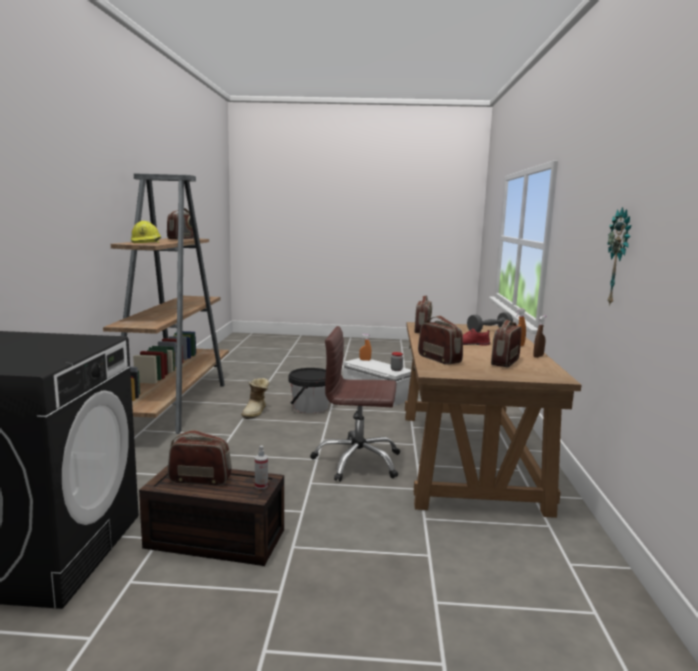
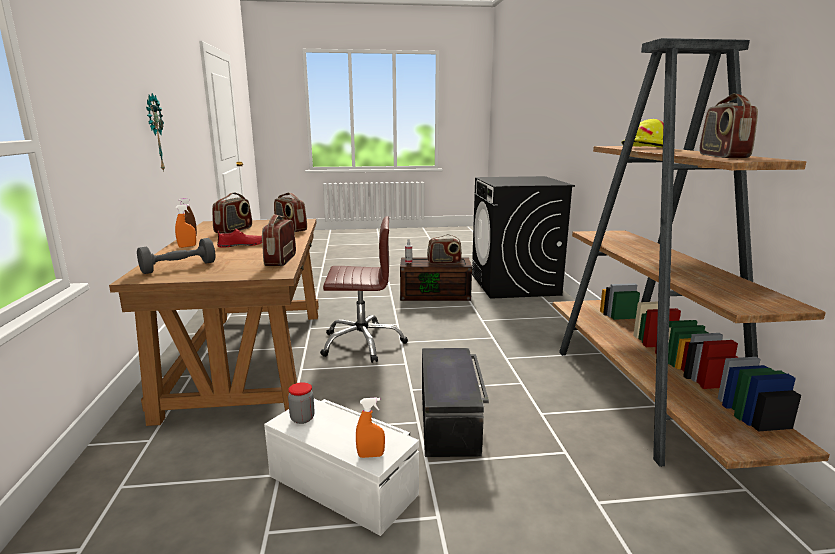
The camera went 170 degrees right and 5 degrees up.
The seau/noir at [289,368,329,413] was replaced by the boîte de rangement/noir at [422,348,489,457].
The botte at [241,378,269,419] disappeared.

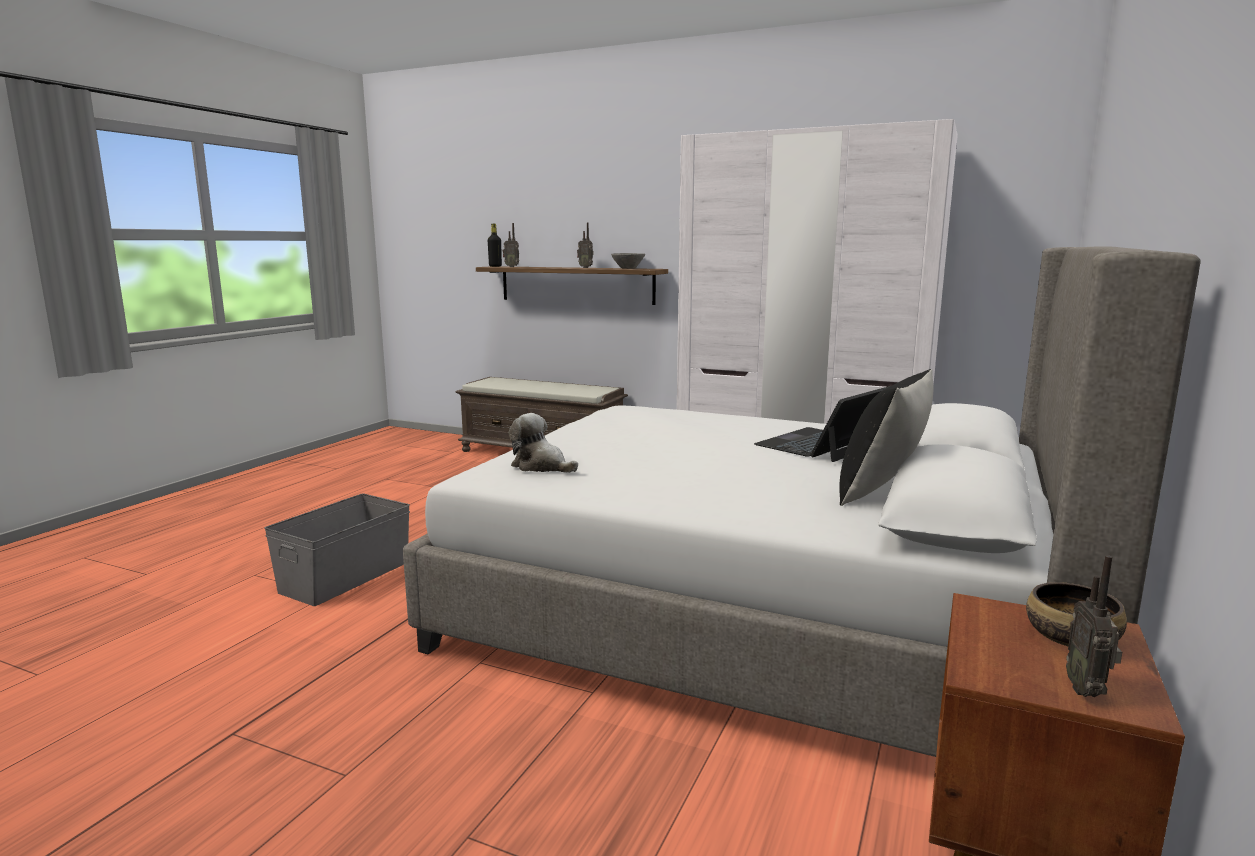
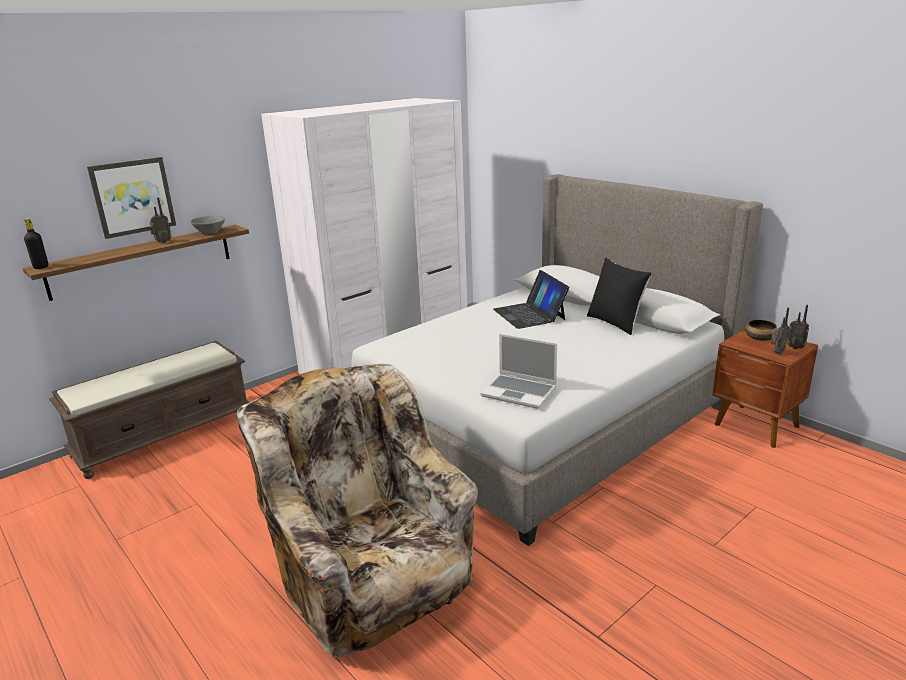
The camera went 65 degrees left and 10 degrees up.
The radio moved from [503,223,519,267] to [771,308,789,354].
The peluche at [509,413,578,473] was replaced by the ordinateur portable at [481,334,557,409].
The boîte de rangement/gris at [264,494,410,606] was replaced by the fauteuil/beige at [237,364,478,659].
The tableau at [87,157,176,239] appeared.

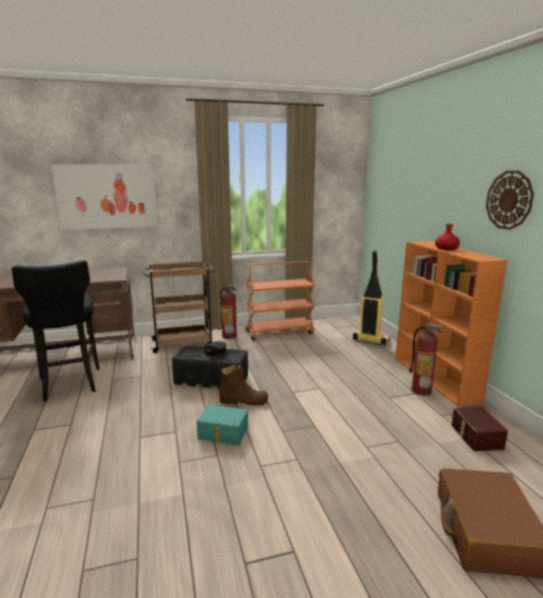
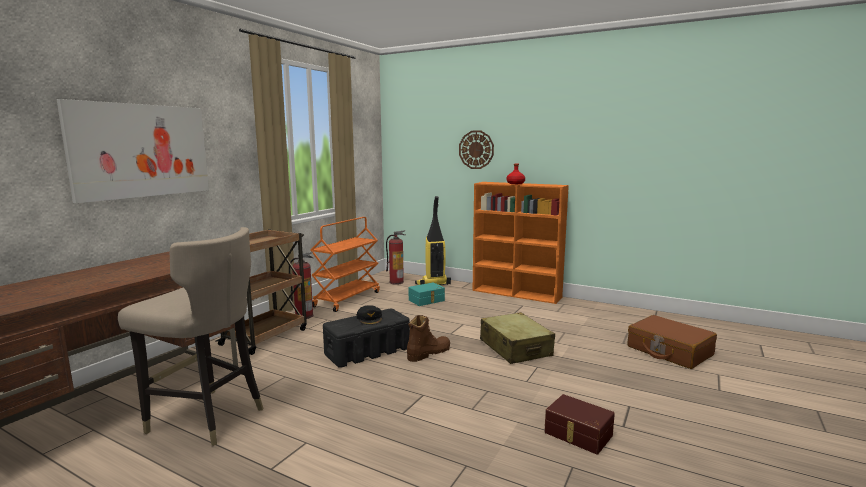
The camera went 45 degrees left and 5 degrees down.
The horloge murale moved from [486,171,534,230] to [459,131,494,169].
The tabouret/noir at [12,260,100,401] became the tabouret/beige at [118,227,264,446].
The extincteur moved from [409,324,444,395] to [386,230,406,285].
The boîte de rangement/turquoise moved from [197,405,248,445] to [409,282,445,306].
The boîte de rangement/marron moved from [452,407,508,451] to [545,394,615,455].
The valise/beige at [480,312,555,364] appeared.

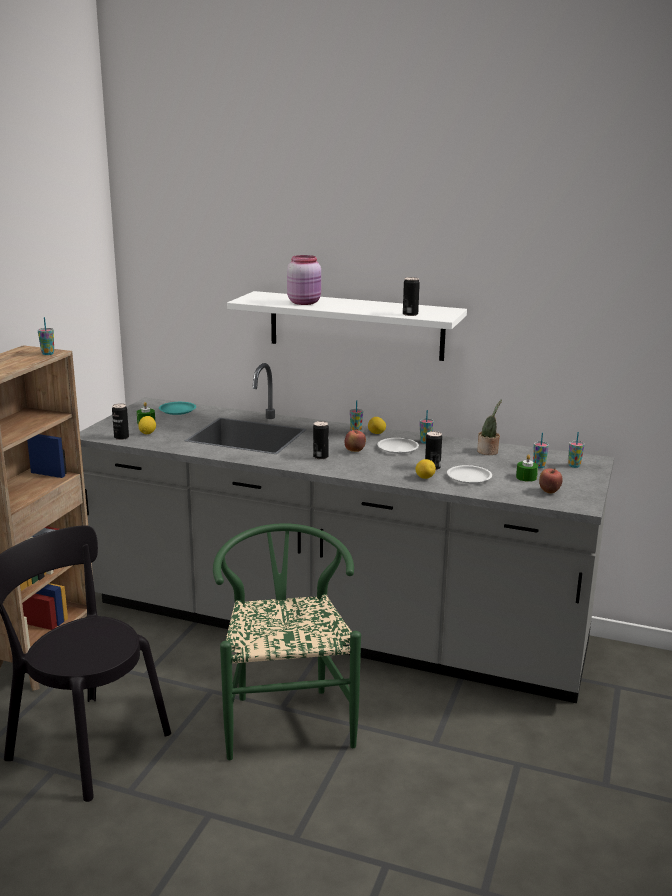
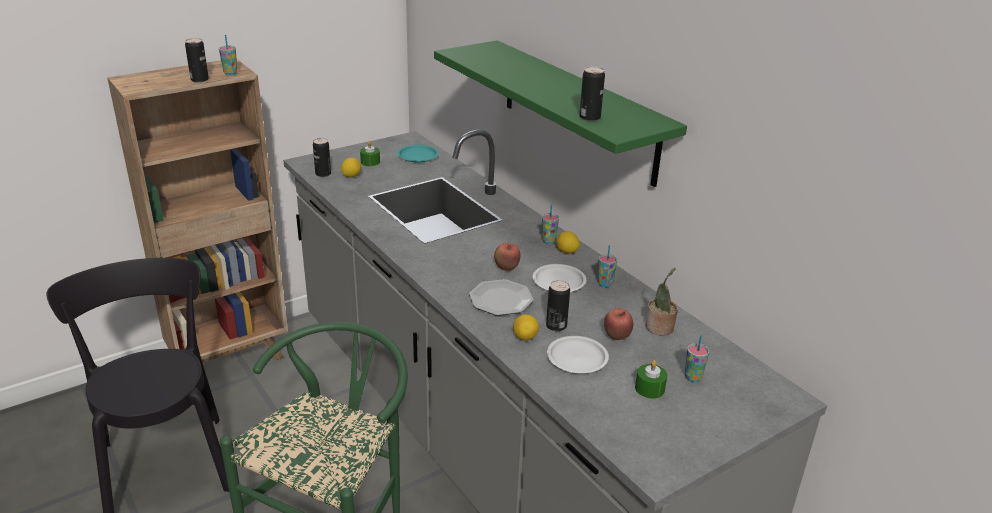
The camera went 35 degrees right and 10 degrees up.
The bocal/rose at [287,255,321,305] disappeared.
The étagère/blanc at [227,291,467,361] became the étagère/vert at [434,40,687,187].
The boîte métallique moved from [313,421,329,459] to [185,38,209,83].
The tasse at [568,432,585,468] disappeared.
The pomme moved from [539,468,563,494] to [604,308,633,340].
The assiette at [469,279,534,316] appeared.

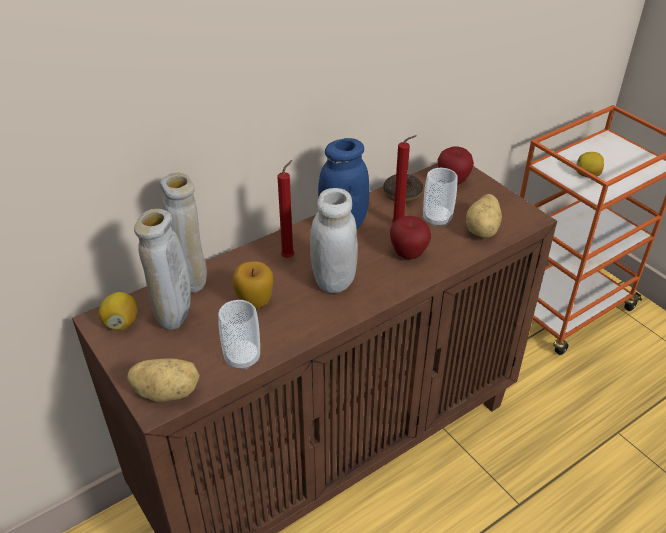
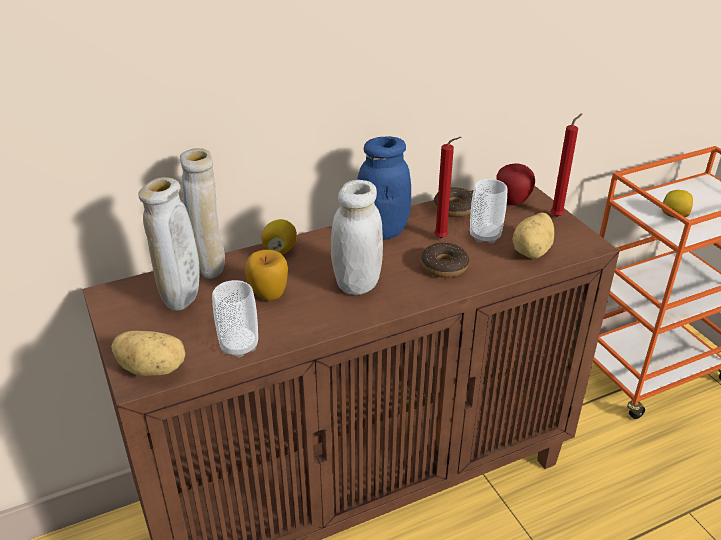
The camera went 10 degrees right and 5 degrees down.
The bougie/rouge moved from [277,160,295,258] to [551,113,583,217].
The pomme at [390,216,431,259] was replaced by the beignet at [421,242,469,278].
The citron moved from [99,292,137,330] to [261,219,297,254].

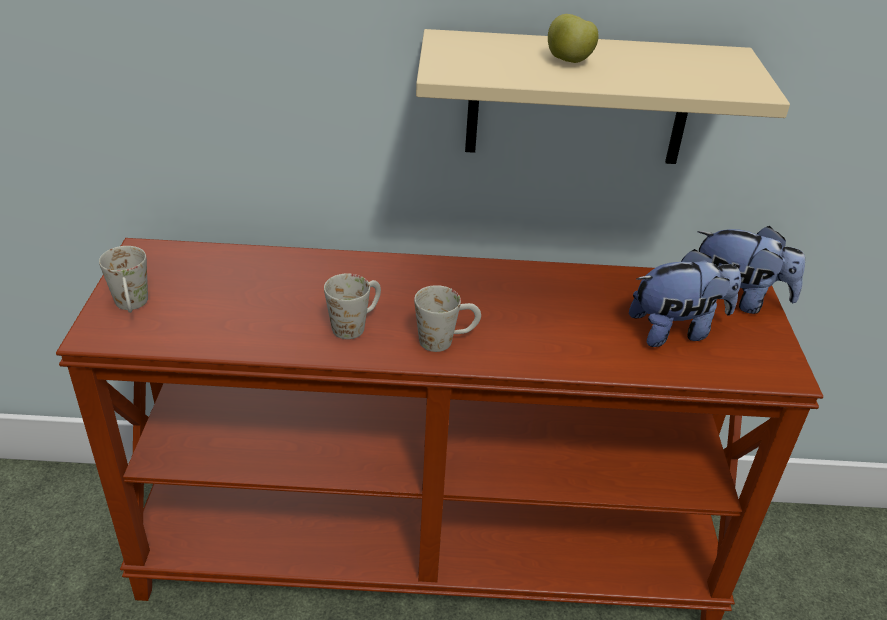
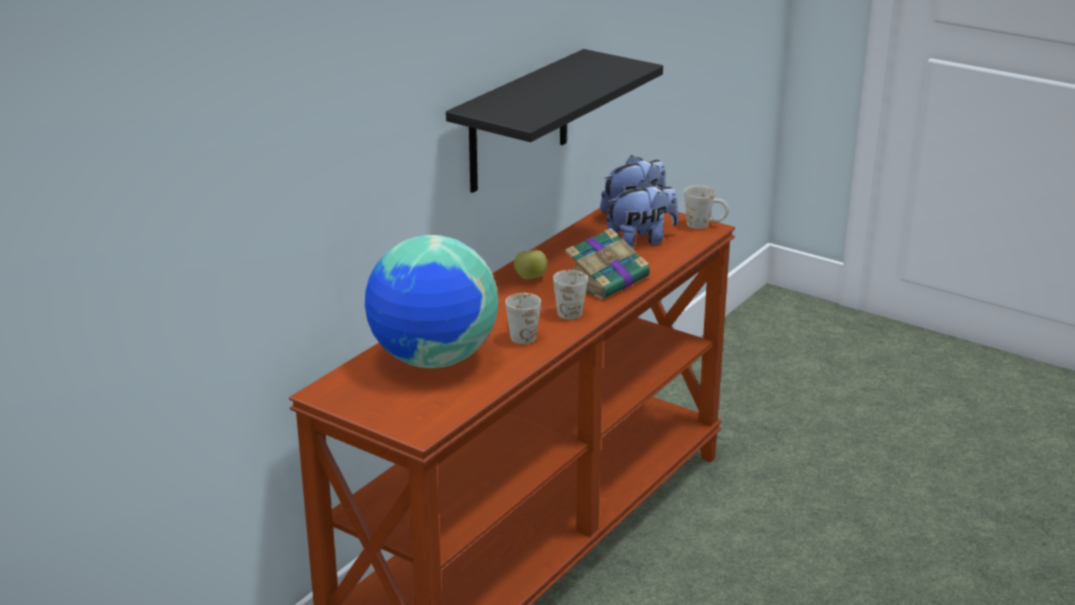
The camera went 55 degrees left and 10 degrees down.
The pomme moved from [548,14,599,63] to [514,250,547,280].
The étagère/beige at [416,29,790,164] became the étagère/noir at [446,49,663,193].
The mug/blanc moved from [99,246,148,313] to [684,186,729,229].
The peluche at [629,249,741,347] turned 45 degrees clockwise.
The livre at [565,228,650,300] appeared.
The globe at [365,235,498,368] appeared.

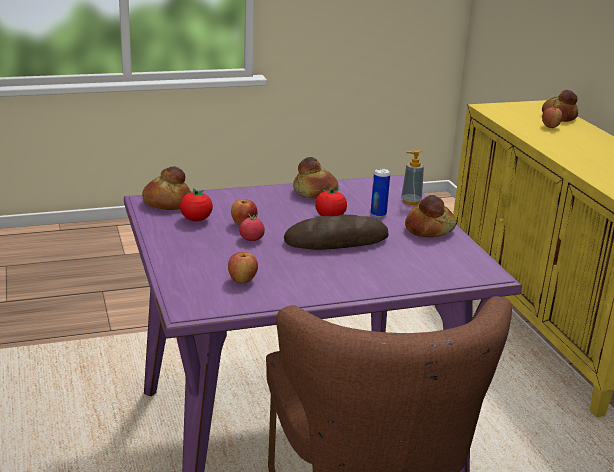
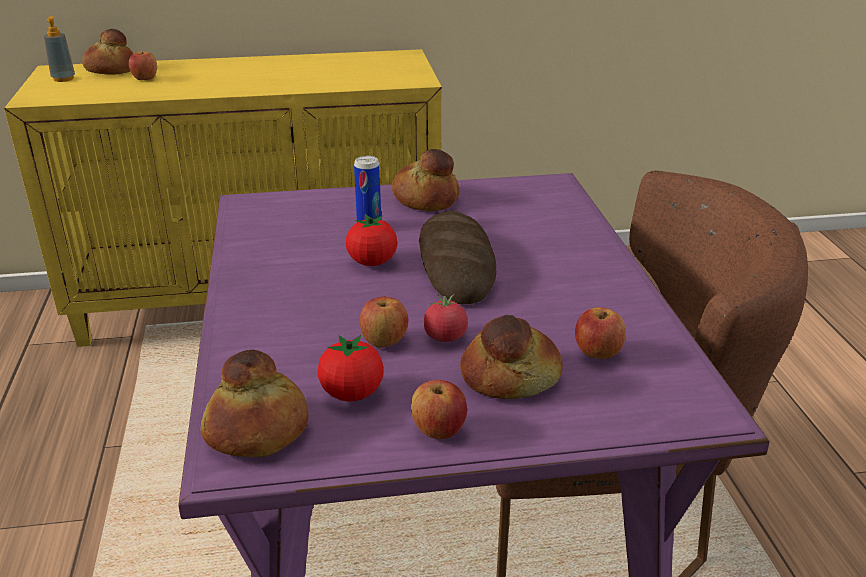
The camera went 80 degrees left and 5 degrees up.
The distributeur de savon moved from [401,150,424,205] to [44,16,75,82].
The pain moved from [293,157,338,198] to [460,315,563,399].
The pomme at [411,380,467,439] appeared.

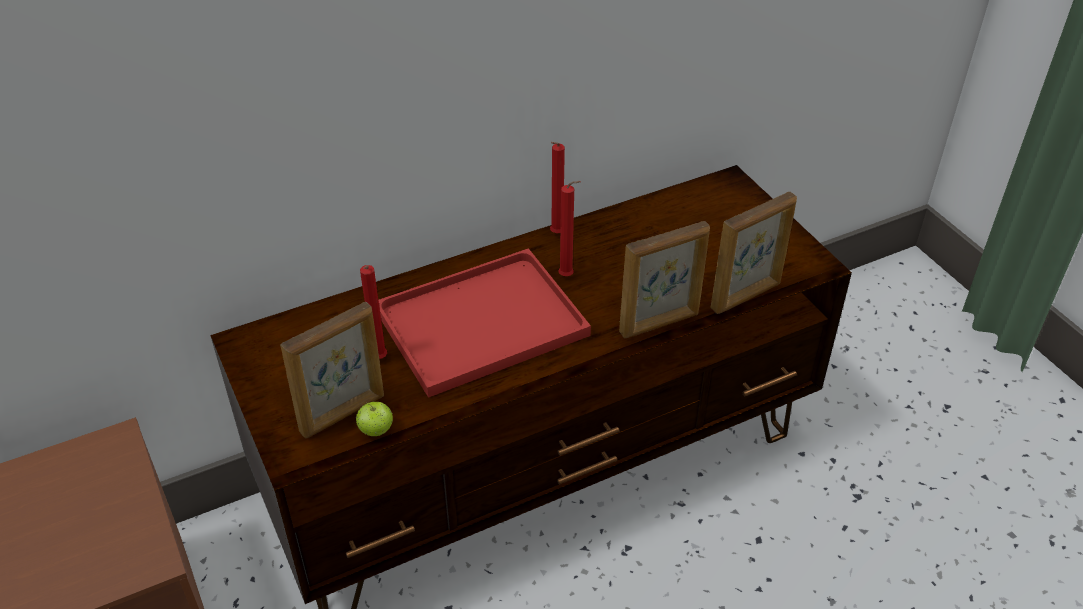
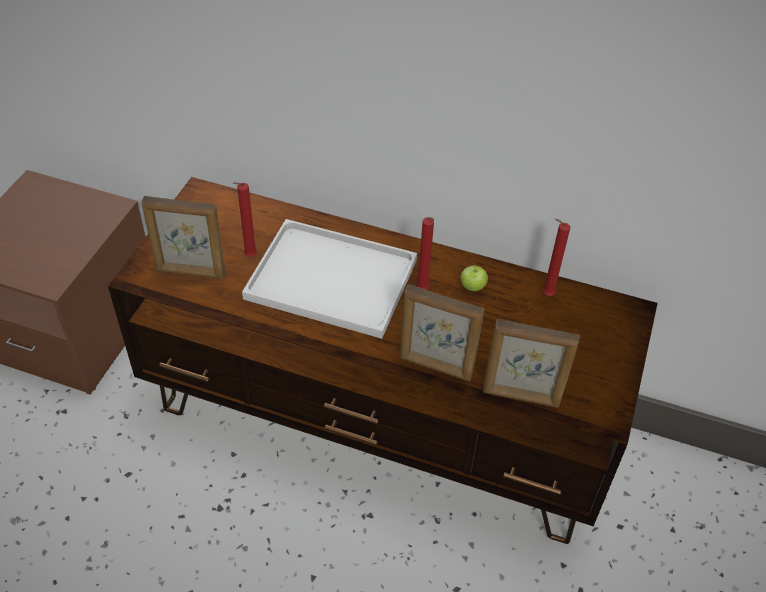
The camera went 45 degrees right and 5 degrees up.
The bougie/rouge moved from [550,142,565,234] to [542,219,570,296].
The plateau/rouge at [379,248,591,398] became the plateau/blanc at [242,219,417,339].
The pomme moved from [356,402,393,436] to [460,265,488,291].

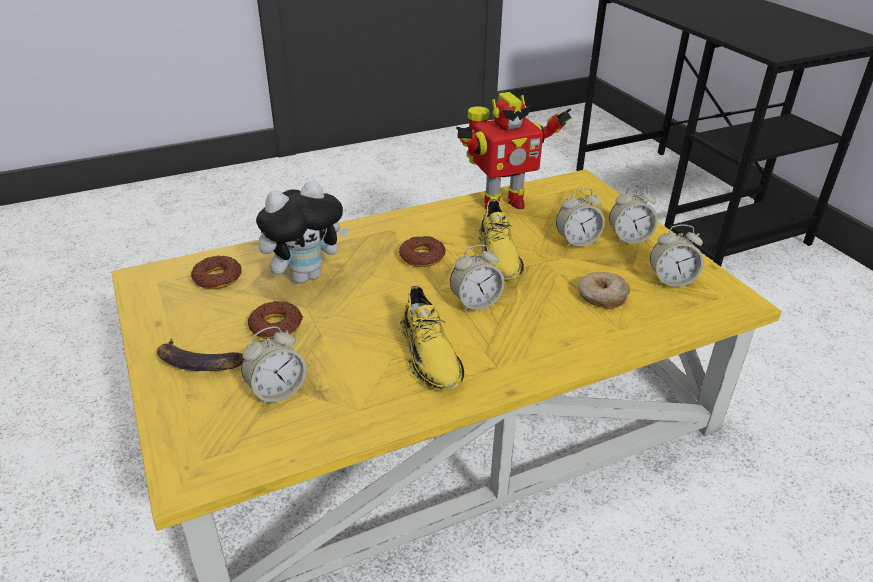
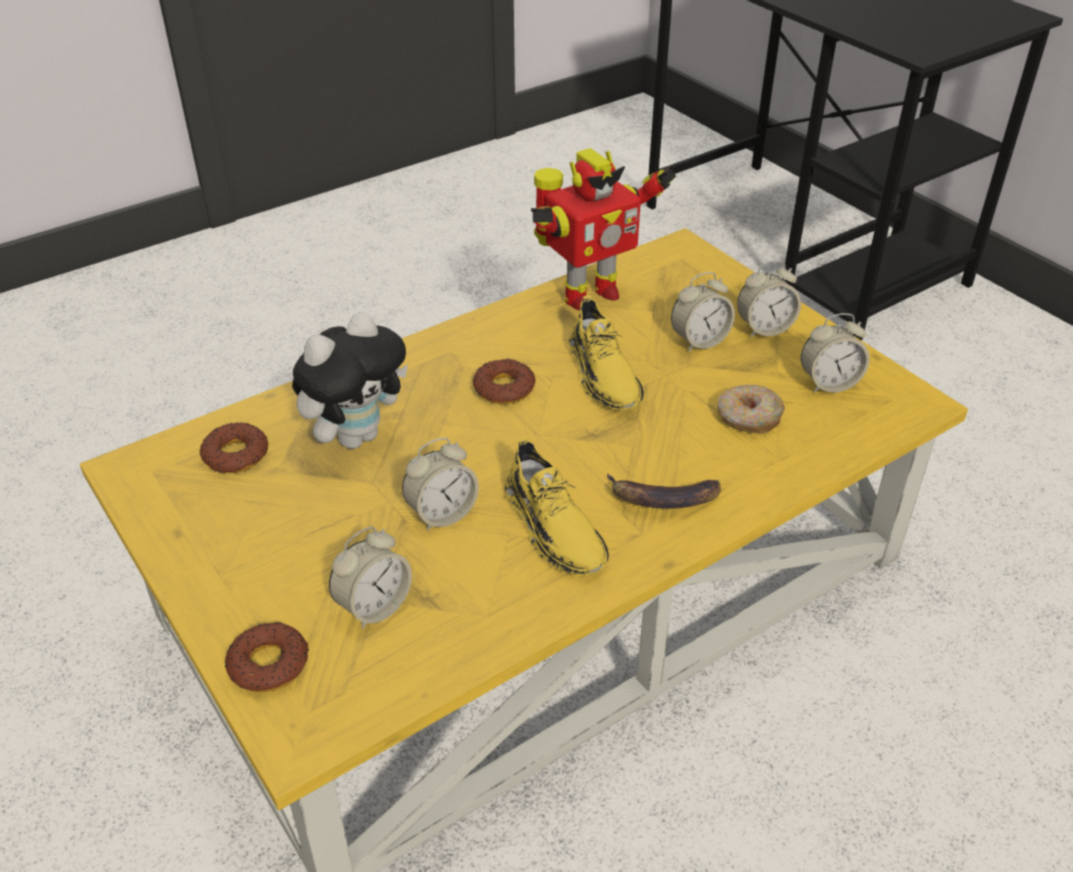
The camera went 10 degrees left and 5 degrees up.
The réveil moved from [450,245,505,312] to [402,437,479,531].
The beignet moved from [248,301,303,339] to [225,622,309,692].
The banane moved from [157,339,243,371] to [607,473,721,509].

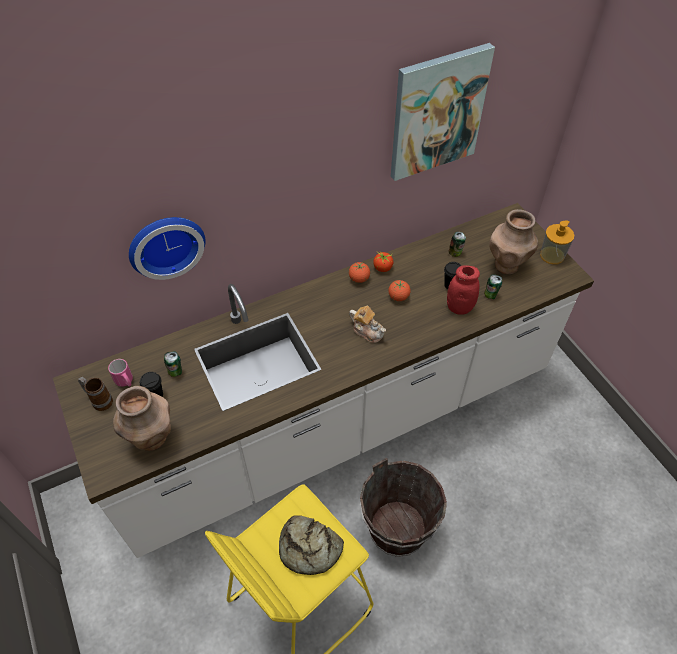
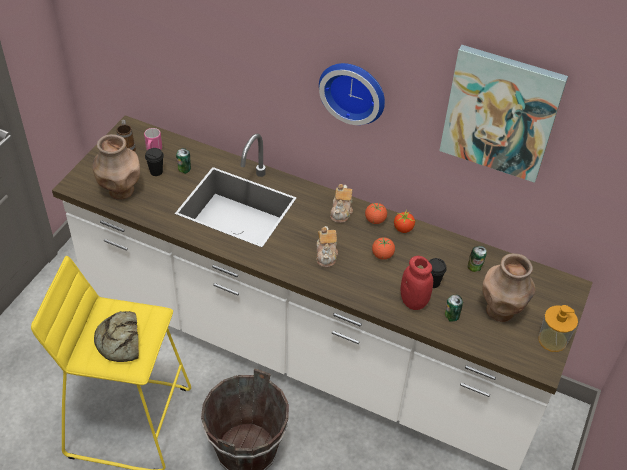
The camera went 50 degrees right and 5 degrees down.
The horloge murale moved from [129,217,206,280] to [319,63,385,125].
The théière at [330,184,353,223] appeared.

